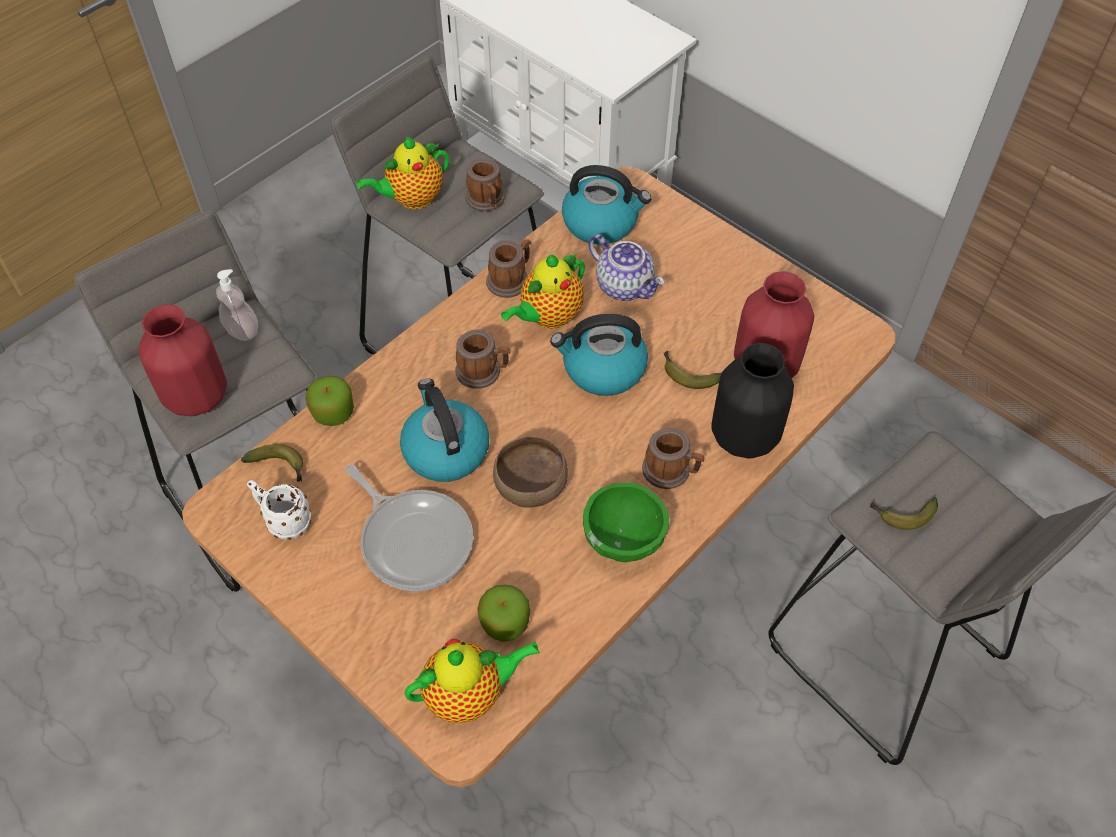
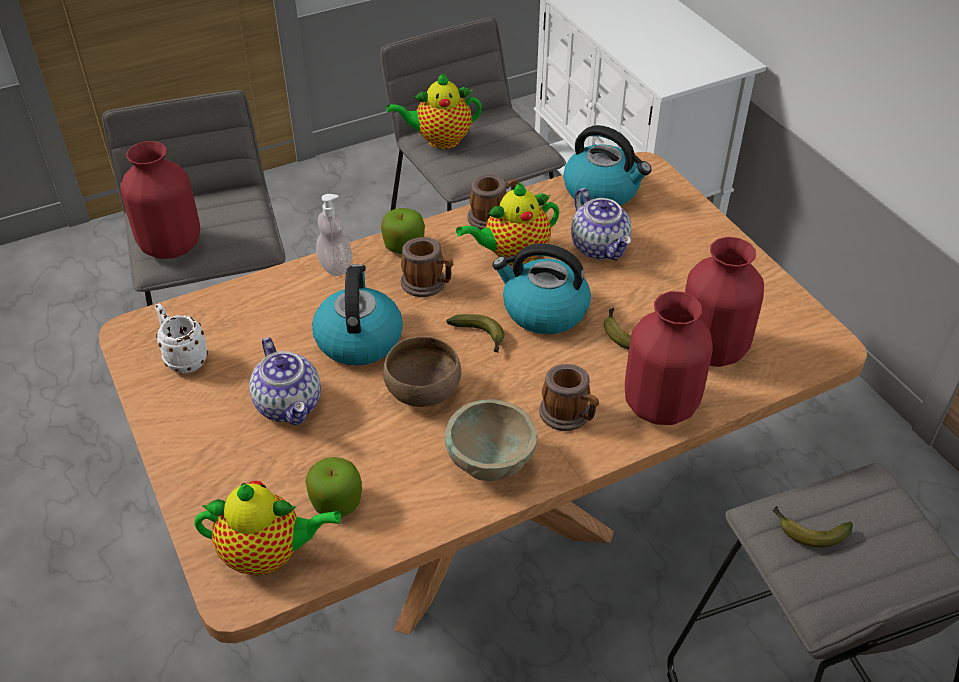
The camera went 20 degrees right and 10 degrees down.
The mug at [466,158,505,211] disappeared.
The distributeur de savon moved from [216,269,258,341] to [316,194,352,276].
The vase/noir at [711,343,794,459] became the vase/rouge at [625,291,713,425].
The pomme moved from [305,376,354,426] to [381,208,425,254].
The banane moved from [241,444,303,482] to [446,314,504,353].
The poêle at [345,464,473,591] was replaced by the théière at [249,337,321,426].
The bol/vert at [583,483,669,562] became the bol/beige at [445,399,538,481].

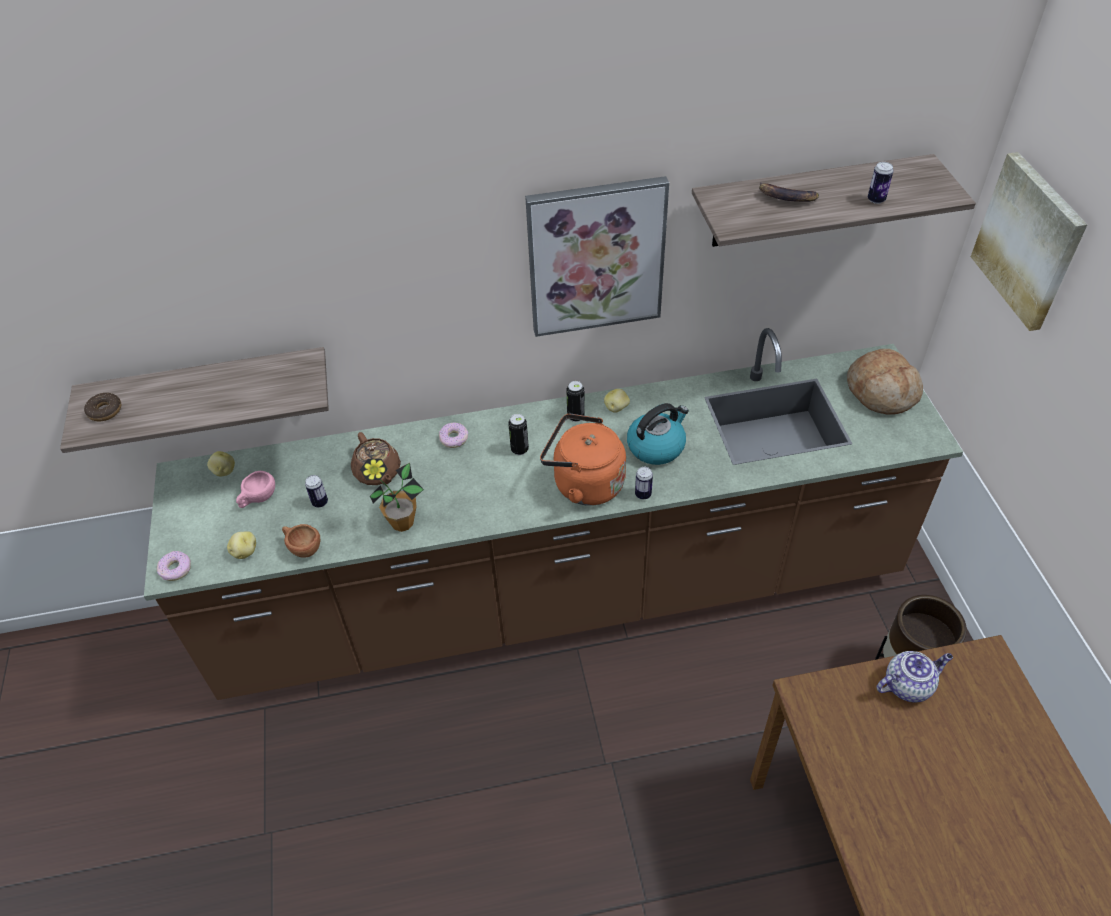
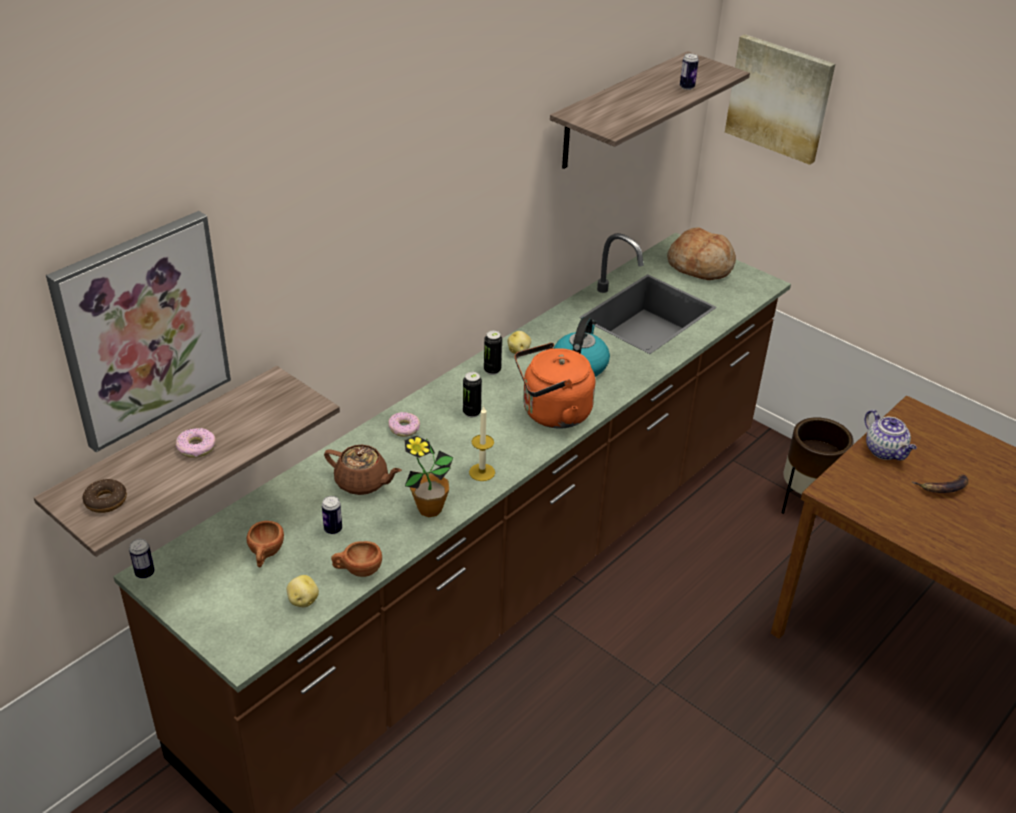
The camera went 40 degrees left and 10 degrees down.
The tableau moved from [525,176,669,337] to [46,211,231,452].
The banane moved from [759,182,819,202] to [912,475,969,493].
The pomme de terre at [207,451,235,477] disappeared.
The boîte métallique moved from [635,467,653,499] to [129,539,155,579].
The tasse/rose at [236,471,275,508] became the tasse/marron at [247,521,284,567].
The beignet moved from [157,551,191,581] to [175,428,216,458].
The théière at [876,651,953,702] turned 120 degrees clockwise.
The bougie at [469,407,495,481] appeared.

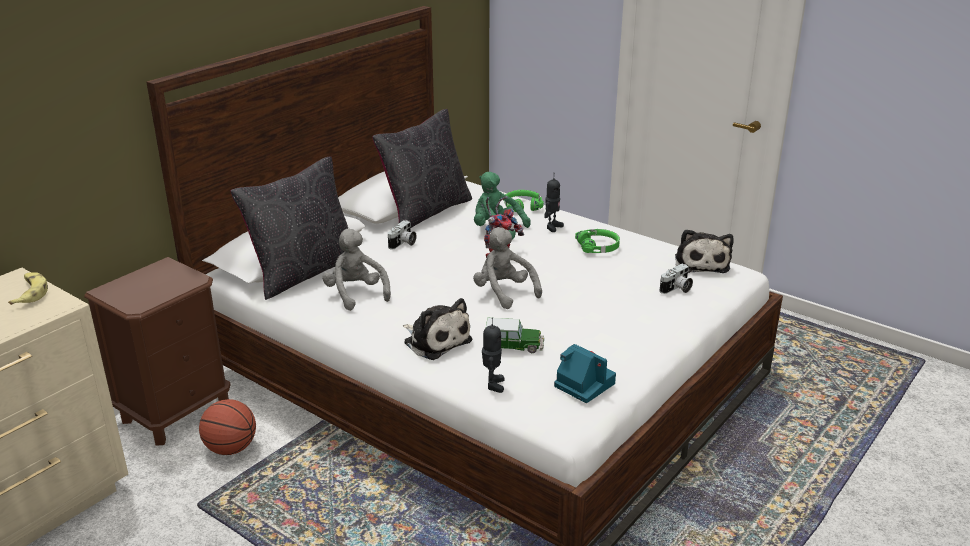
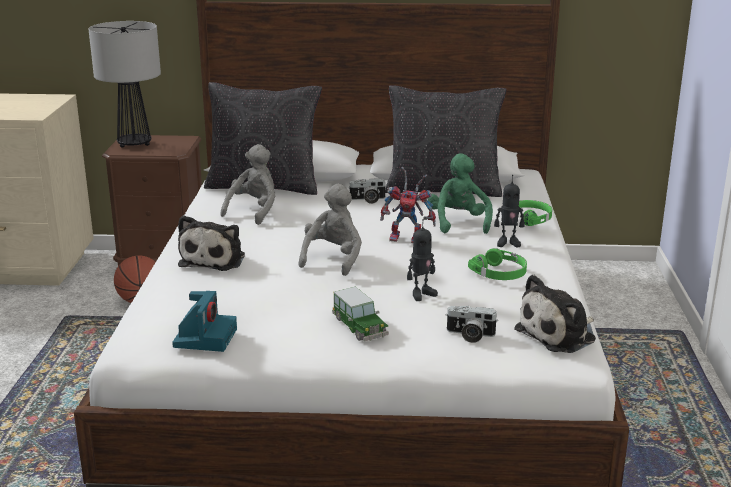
The camera went 55 degrees right and 5 degrees down.
The banane at [8,272,48,305] disappeared.
The robot jouet moved from [482,317,505,393] to [407,219,438,301].
The petite voiture moved from [486,318,544,353] to [332,287,389,341].
The lampe de table at [88,21,161,148] appeared.

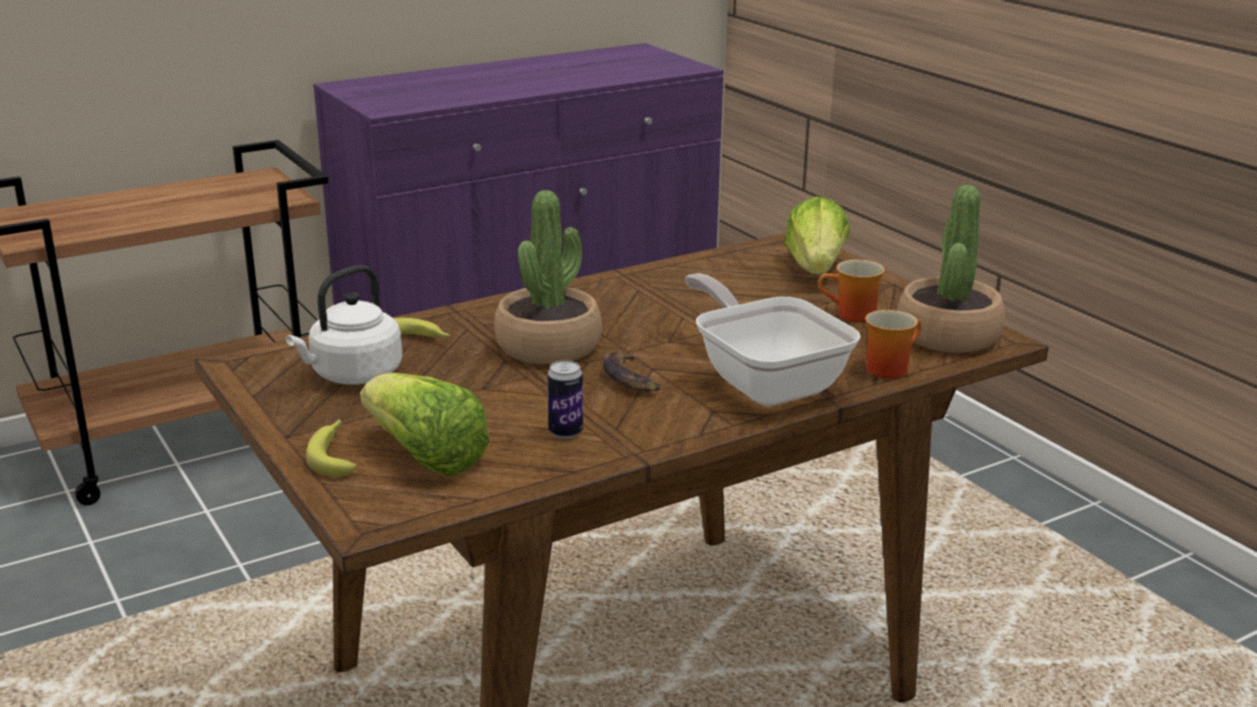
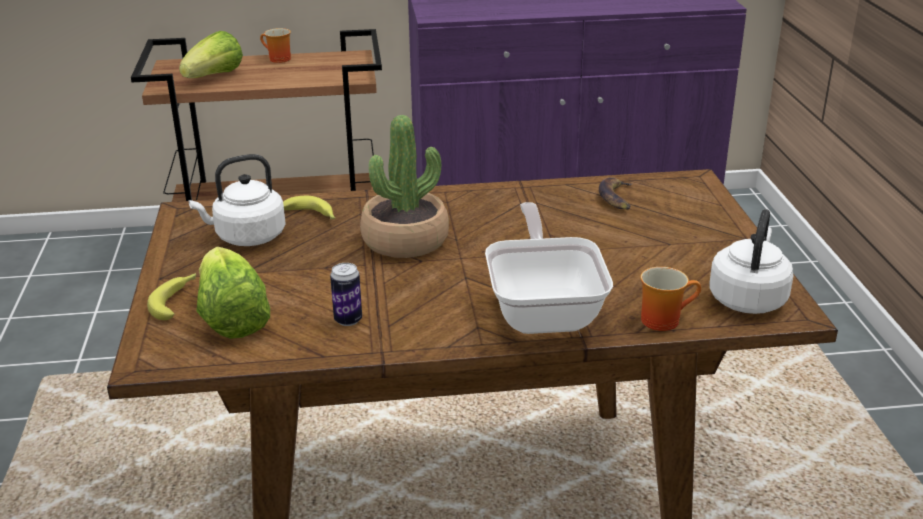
The camera went 25 degrees right and 5 degrees up.
The plante en pot at [897,185,1005,353] was replaced by the bouilloire/blanc at [710,209,793,314].
The laitue moved from [784,196,850,275] to [179,31,243,78].
The mug moved from [818,260,885,322] to [260,28,291,63].
The banane moved from [603,352,660,392] to [599,177,633,210].

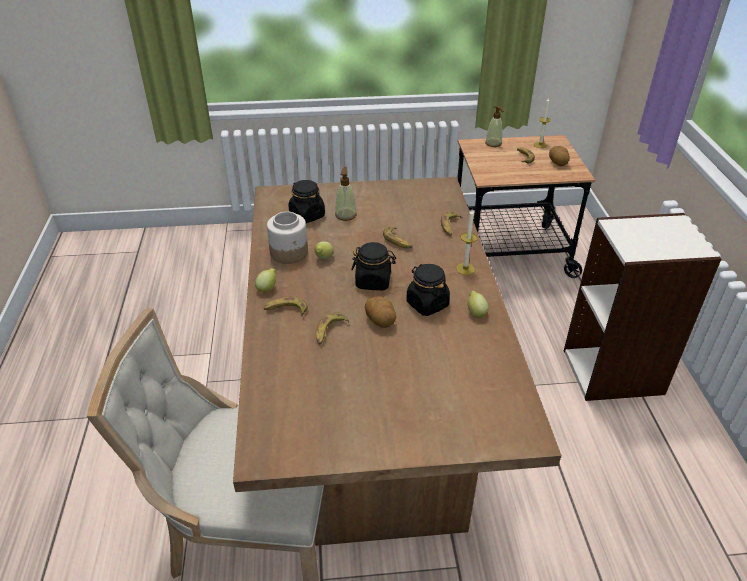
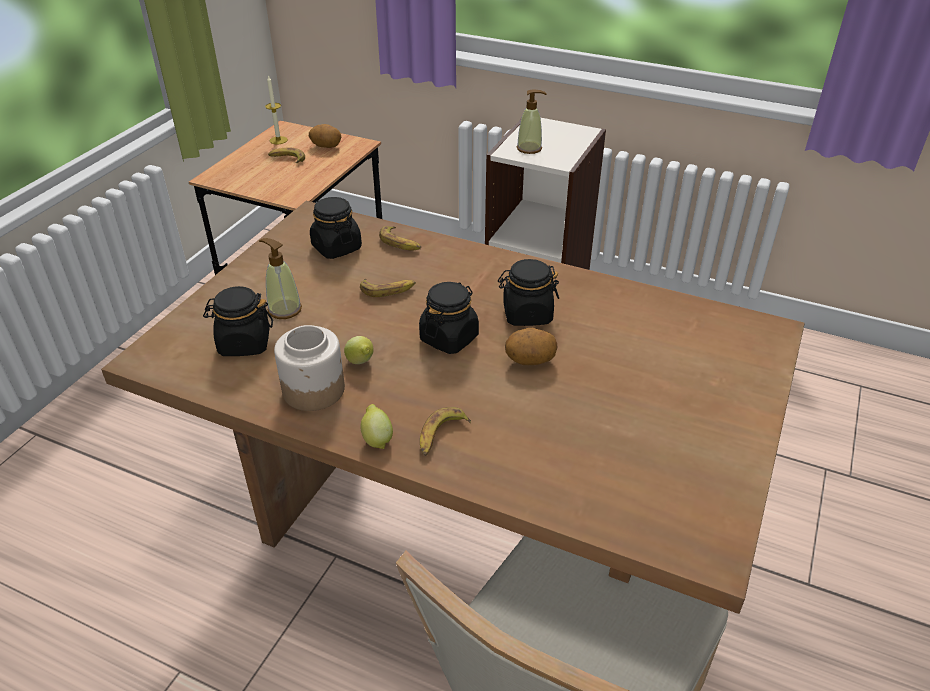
The camera went 60 degrees left and 0 degrees up.
The distributeur de savon moved from [485,106,504,147] to [517,89,547,154].
The bougie at [456,210,477,275] disappeared.
The citron at [468,291,489,318] disappeared.
The banane at [316,313,349,344] disappeared.
The bocal/noir at [310,197,362,259] appeared.

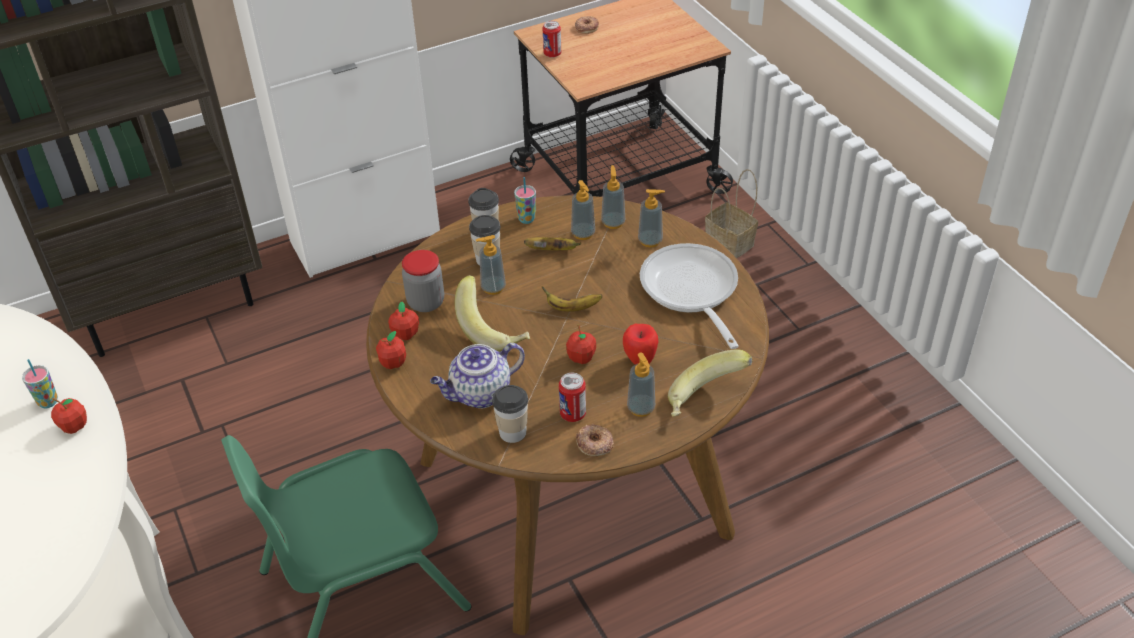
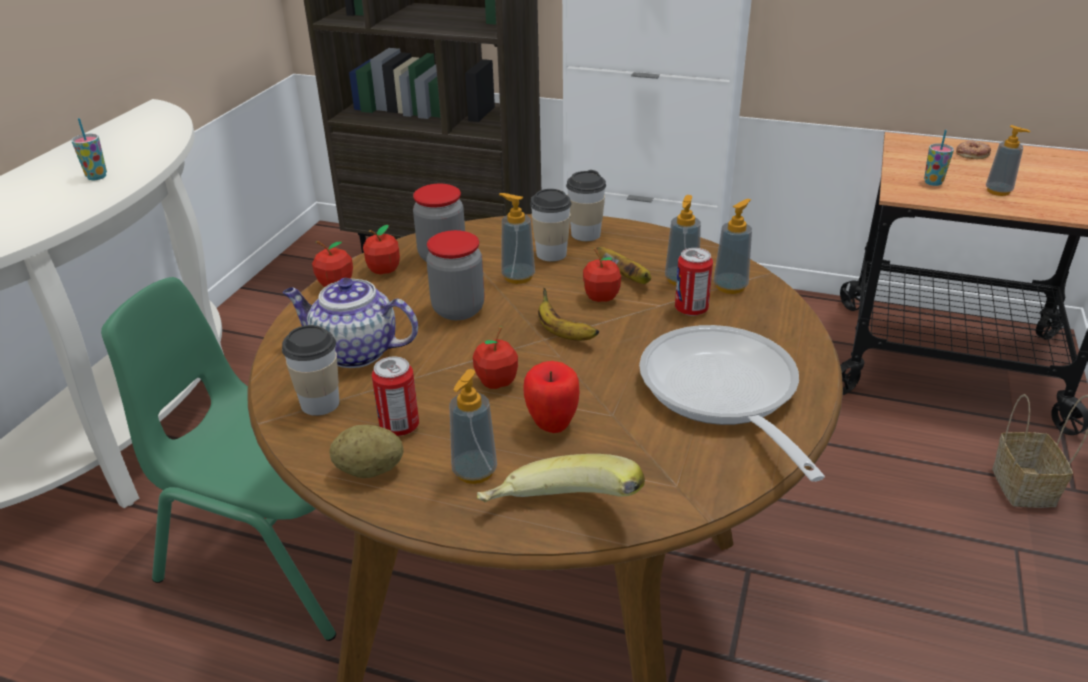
The camera went 45 degrees right and 10 degrees down.
The boîte métallique moved from [543,21,561,58] to [675,248,713,316].
The tasse moved from [514,177,536,224] to [924,130,954,186].
The distributeur de savon moved from [638,189,665,247] to [986,125,1030,196].
The poêle at [640,243,739,349] turned 45 degrees counterclockwise.
The banane at [455,275,530,352] was replaced by the bocal at [426,230,484,320].
The pomme moved from [51,398,87,434] to [583,248,621,302].
The beignet at [576,424,614,456] was replaced by the pomme de terre at [329,425,404,478].

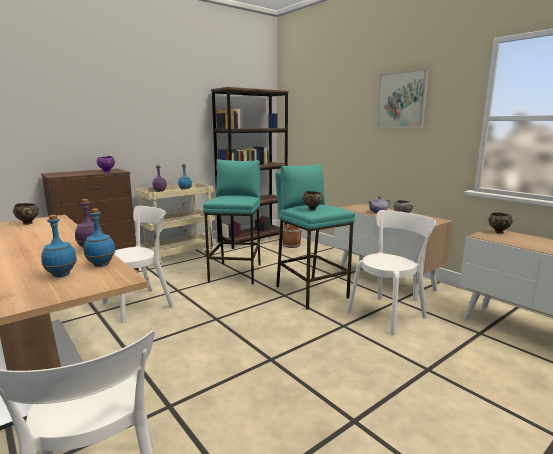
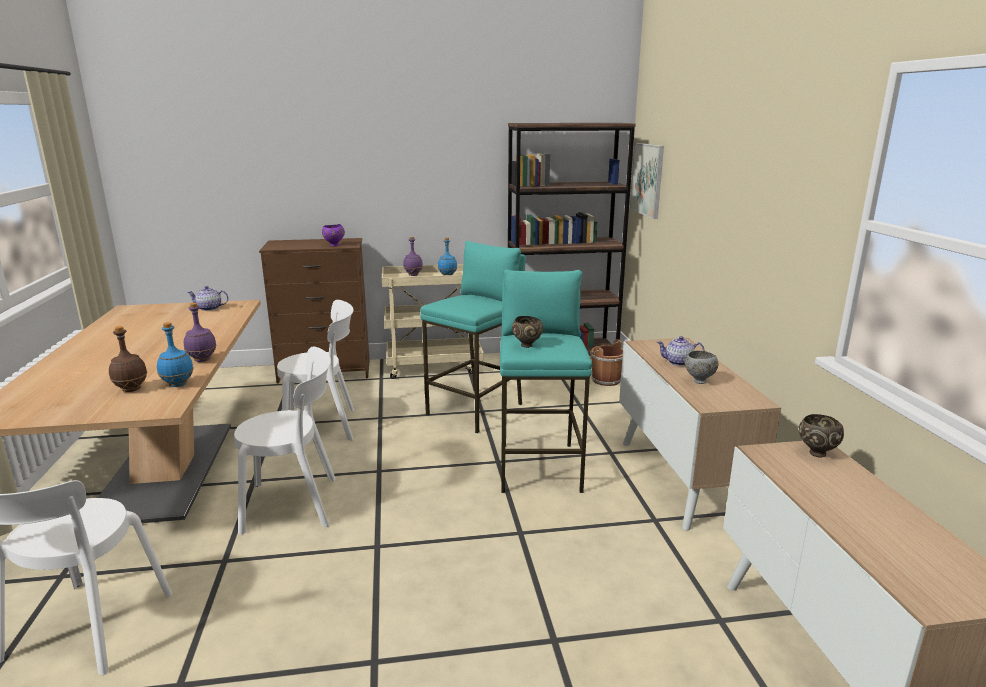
The camera went 30 degrees right and 5 degrees up.
The tableau moved from [377,69,429,127] to [630,143,664,219].
The bol/marron at [13,203,39,225] was replaced by the théière at [187,286,229,311].
The chaise/blanc moved from [347,210,436,335] to [234,347,336,534].
The bouteille/bleu at [41,215,77,277] became the bouteille/marron at [109,326,147,392].

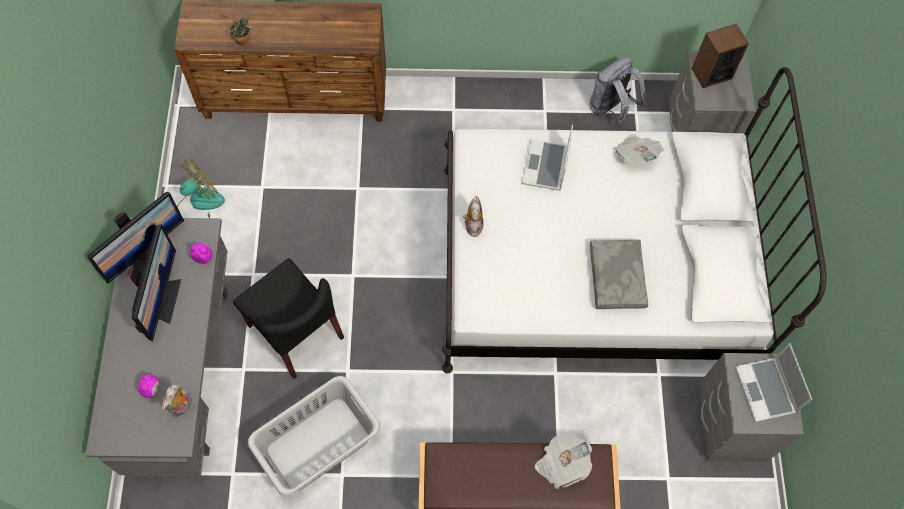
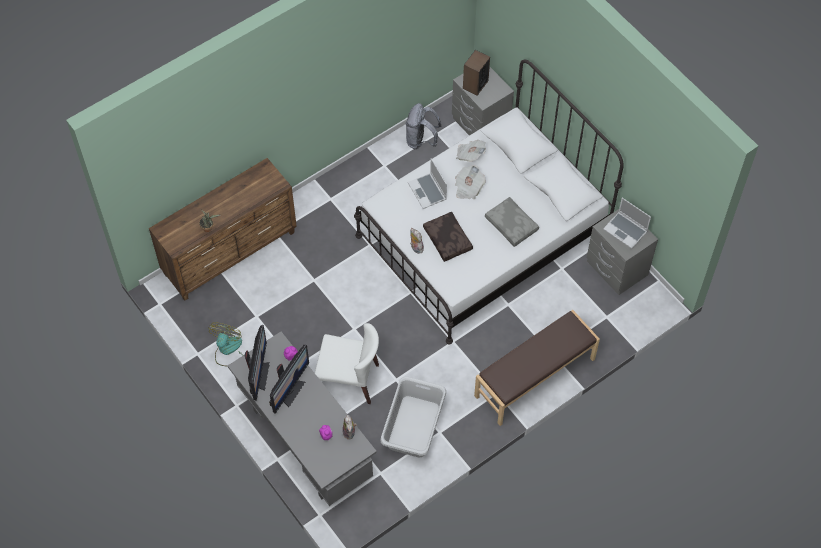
The camera went 35 degrees left and 5 degrees down.
The écran d'ordinateur at [128,224,181,341] turned 60 degrees clockwise.
The chaise/noir at [233,258,344,379] became the chaise/blanc at [315,323,379,404].
The journal moved from [535,433,592,489] to [455,165,486,199].
The coussin/marron at [423,212,473,262] appeared.

